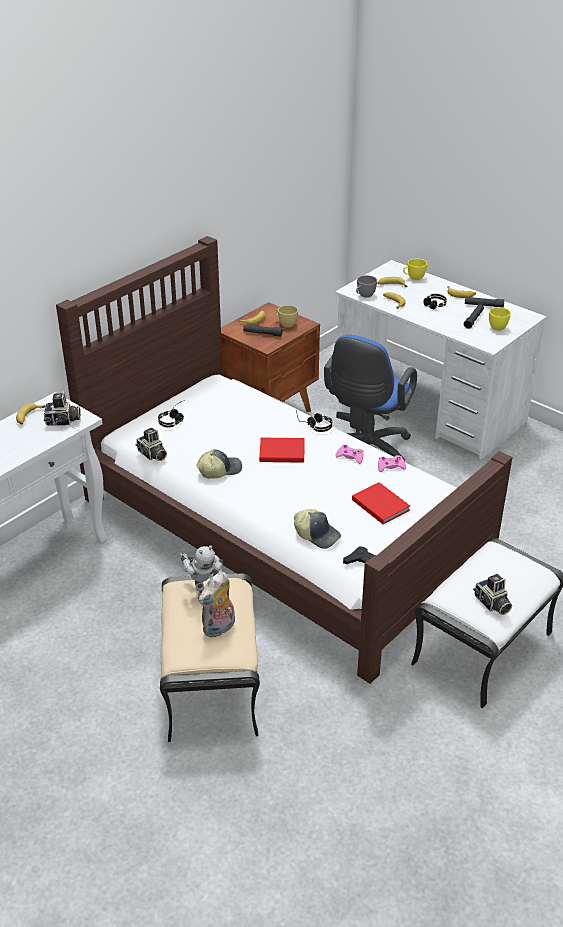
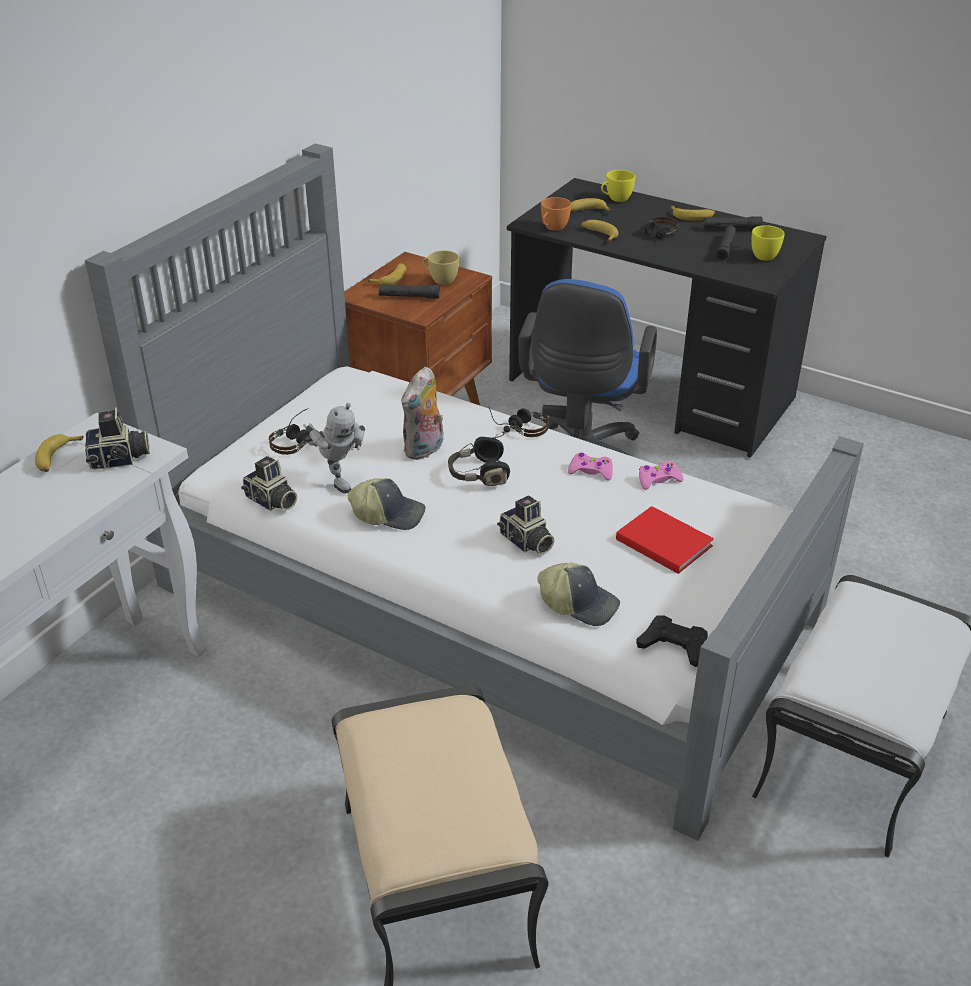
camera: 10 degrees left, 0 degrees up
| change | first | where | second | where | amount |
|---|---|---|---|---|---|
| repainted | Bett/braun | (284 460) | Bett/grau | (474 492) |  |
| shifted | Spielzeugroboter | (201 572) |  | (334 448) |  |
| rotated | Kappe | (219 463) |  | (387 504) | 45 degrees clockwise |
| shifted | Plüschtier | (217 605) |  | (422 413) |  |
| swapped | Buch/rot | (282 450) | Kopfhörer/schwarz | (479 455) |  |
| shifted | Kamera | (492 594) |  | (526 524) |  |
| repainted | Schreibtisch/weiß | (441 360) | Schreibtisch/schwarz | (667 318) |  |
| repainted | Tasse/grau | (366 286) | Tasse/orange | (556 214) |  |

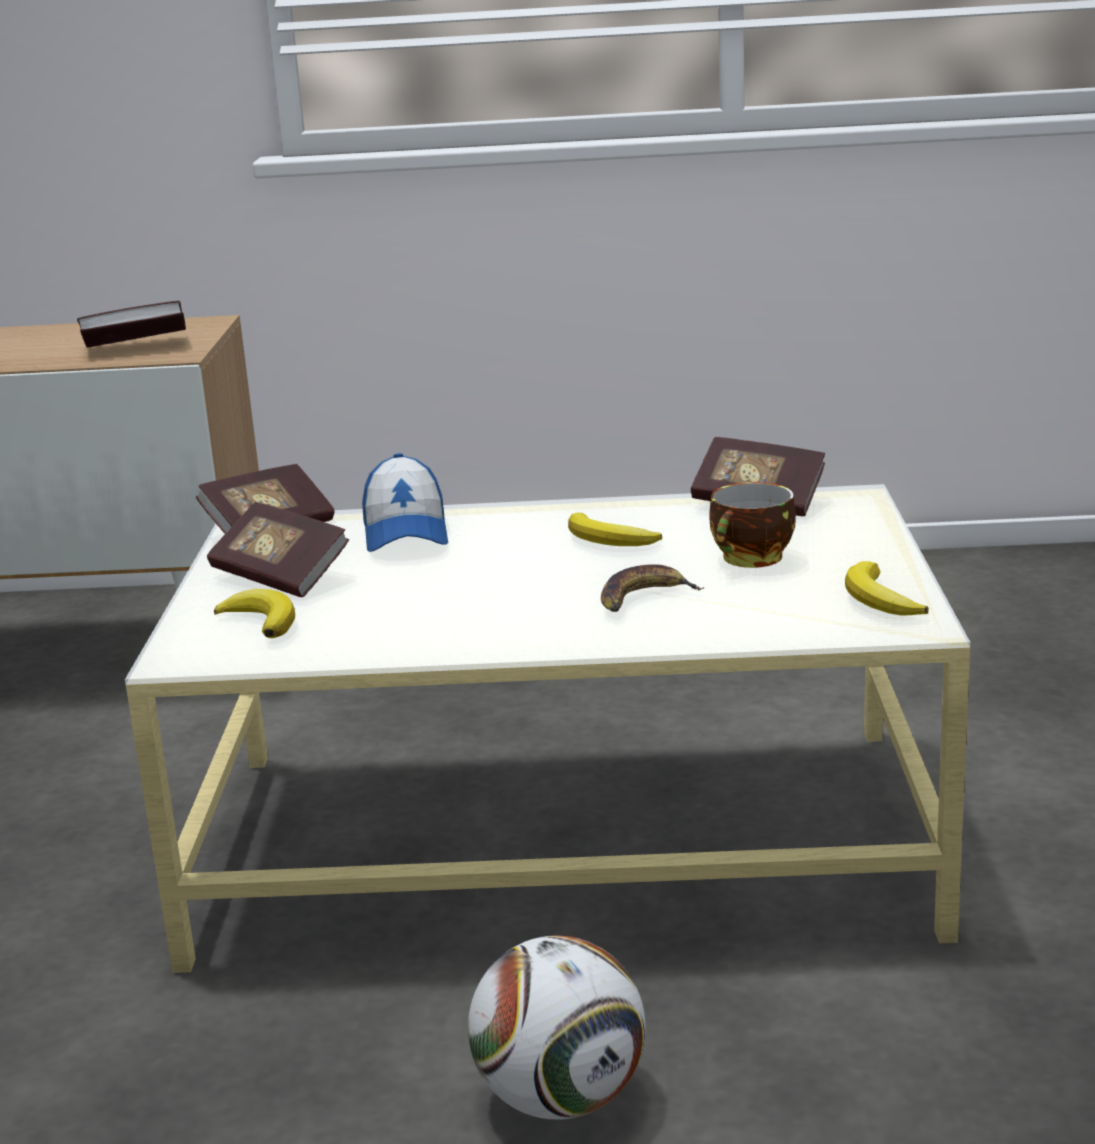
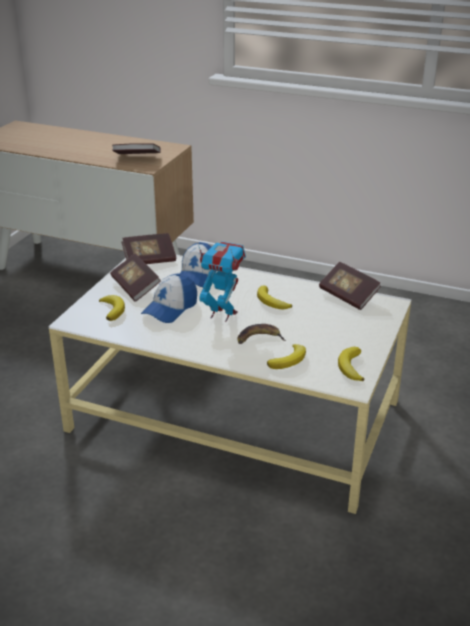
camera: 20 degrees right, 10 degrees up
| change | first | where | second | where | amount |
|---|---|---|---|---|---|
| new |  |  | Kappe | (169 298) |  |
| new |  |  | Spielzeugroboter | (221 281) |  |
| new |  |  | Banane | (286 356) |  |
| gone | Fußball | (557 1027) |  |  |  |
| gone | Tasse | (752 525) |  |  |  |

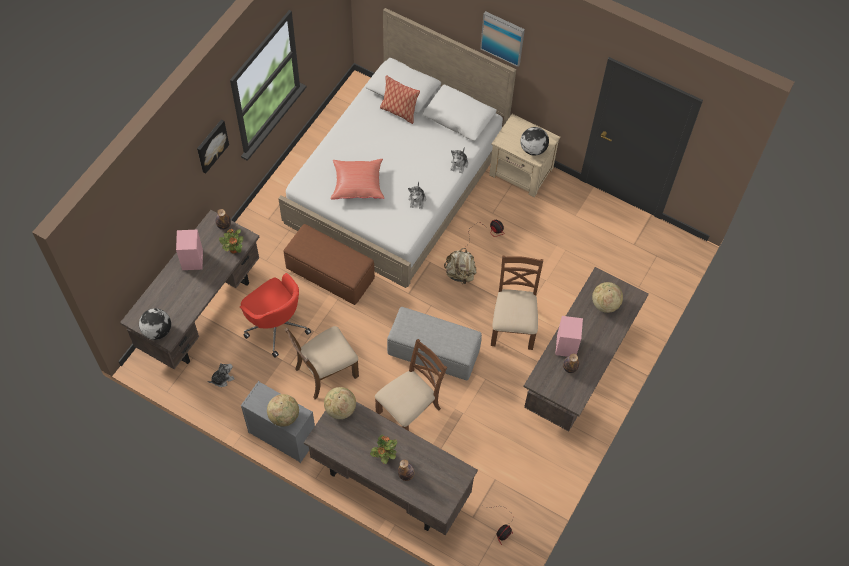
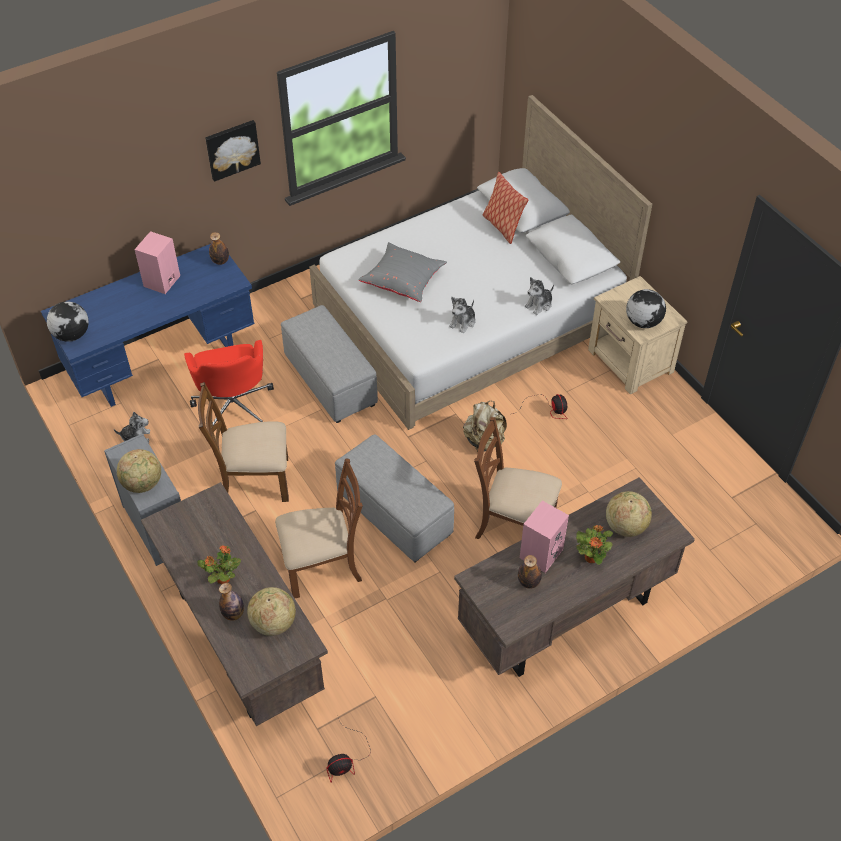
camera: 30 degrees right, 10 degrees down
| change | first | where | second | where | amount |
|---|---|---|---|---|---|
| repainted | Schreibtisch/braun | (190 289) | Schreibtisch/blau | (147 325) |  |
| shifted | Globus | (340 403) |  | (271 611) |  |
| repainted | Polsterhocker/braun | (329 264) | Polsterhocker/grau | (329 364) |  |
| repainted | Kissen/rot | (357 179) | Kissen/grau | (402 272) |  |
| rotated | Stuhl/braun | (517 303) |  | (518 478) | 105 degrees counterclockwise |
| shifted | Topfpflanze | (231 241) |  | (594 545) |  |
| gone | Bild | (502 39) |  |  |  |

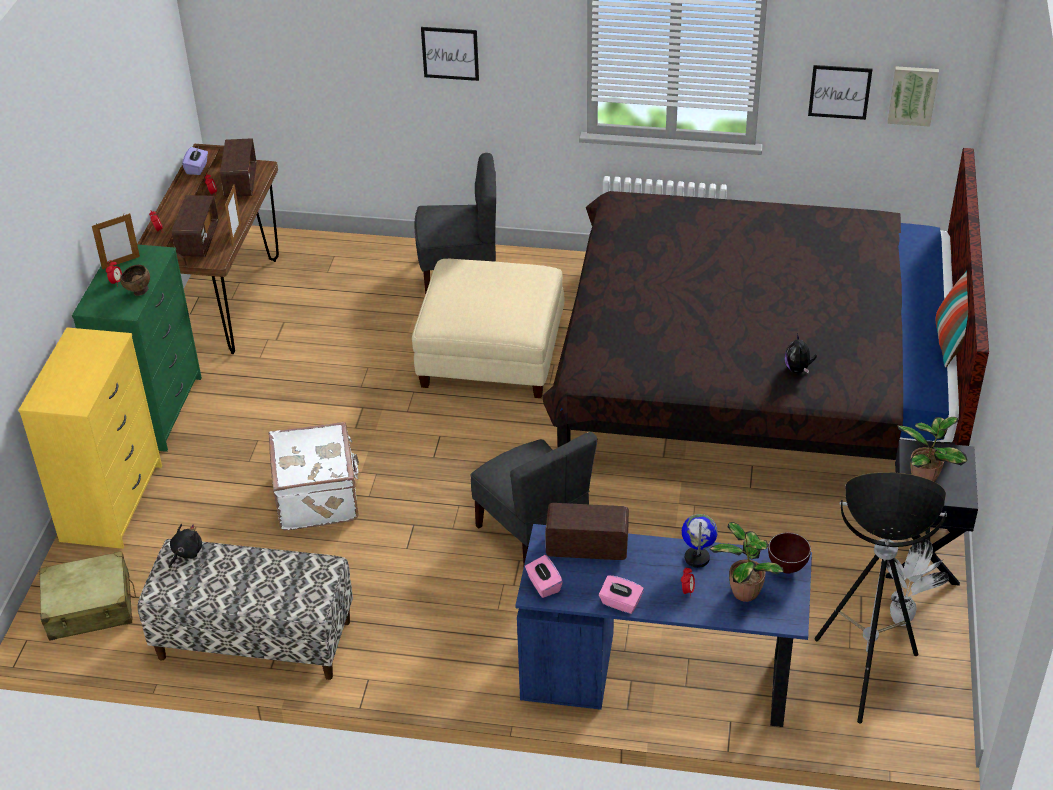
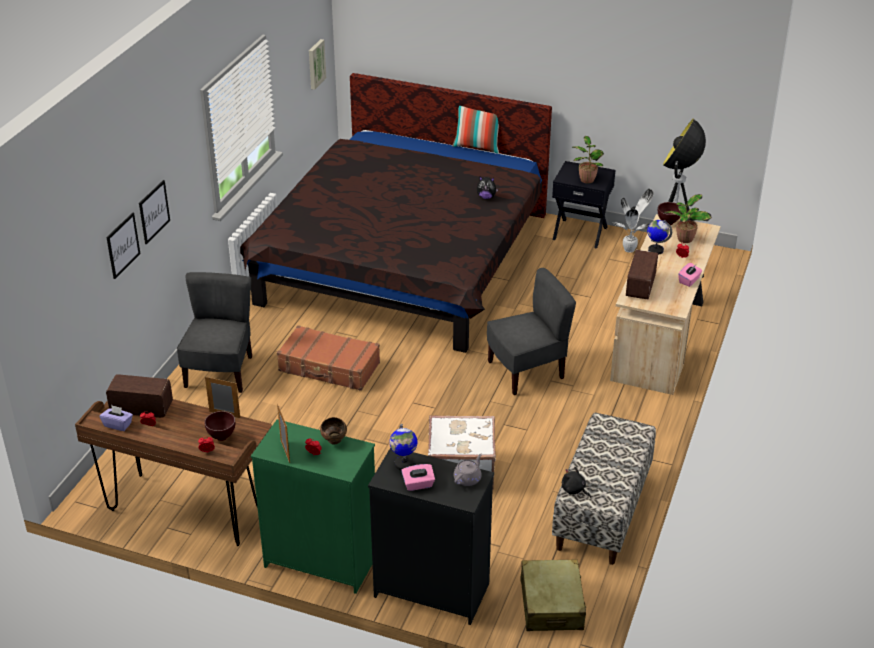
camera: 80 degrees left, 5 degrees down
| change | first | where | second | where | amount |
|---|---|---|---|---|---|
| shifted | Bild | (840 92) |  | (123 246) |  |
| swapped | Radio | (195 226) | Schüssel/braun | (219 426) |  |
| swapped | Polsterhocker/beige | (488 328) | Koffer/braun | (328 358) |  |
| repainted | Kommode/gelb | (90 438) | Kommode/schwarz | (431 536) |  |
| new |  |  | Globus | (403 447) |  |
| shifted | Taschentuchbox/rosa | (544 576) |  | (418 477) |  |
| new |  |  | Teekanne/grau | (468 470) |  |
| repainted | Schreibtisch/blau | (663 625) | Schreibtisch/beige | (665 304) |  |

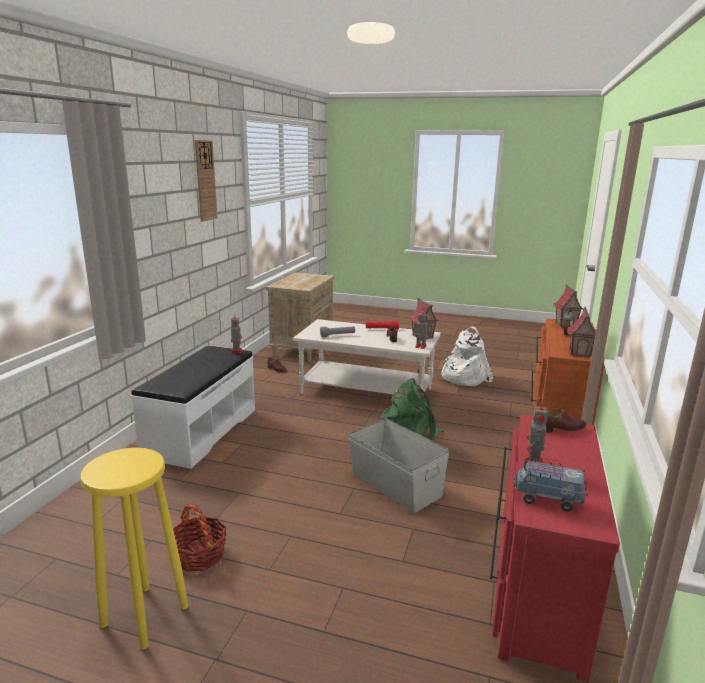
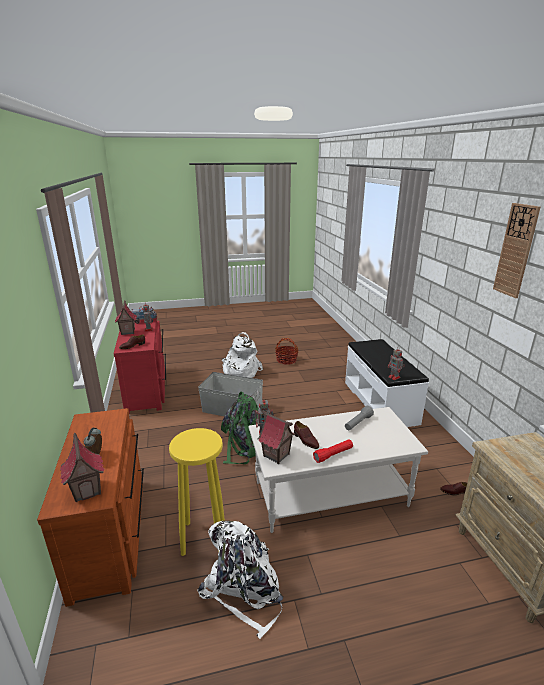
camera: 150 degrees right, 5 degrees up
| change | first | where | second | where | amount |
|---|---|---|---|---|---|
| shifted | Spielzeughaus | (581 332) |  | (126 317) |  |
| shifted | Hocker/gelb | (134 548) |  | (197 492) |  |
| new |  |  | Rucksack/weiß | (242 355) |  |

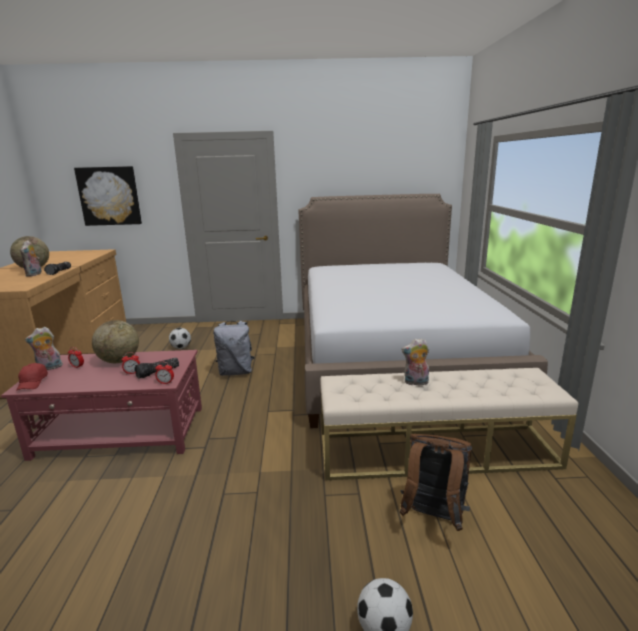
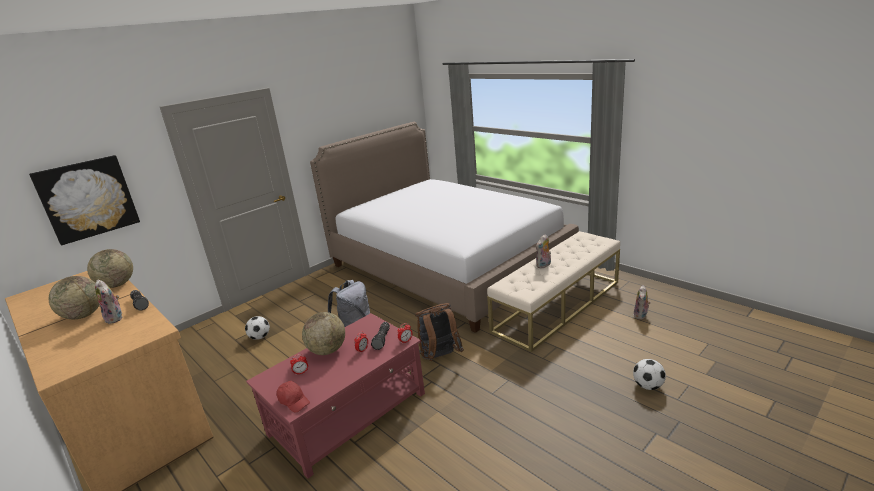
camera: 40 degrees left, 5 degrees up
| change | first | where | second | where | amount |
|---|---|---|---|---|---|
| new |  |  | Globus | (110 268) |  |
| shifted | Rucksack/braun | (436 482) |  | (439 332) |  |
| shifted | Plüschtier | (44 348) |  | (642 302) |  |

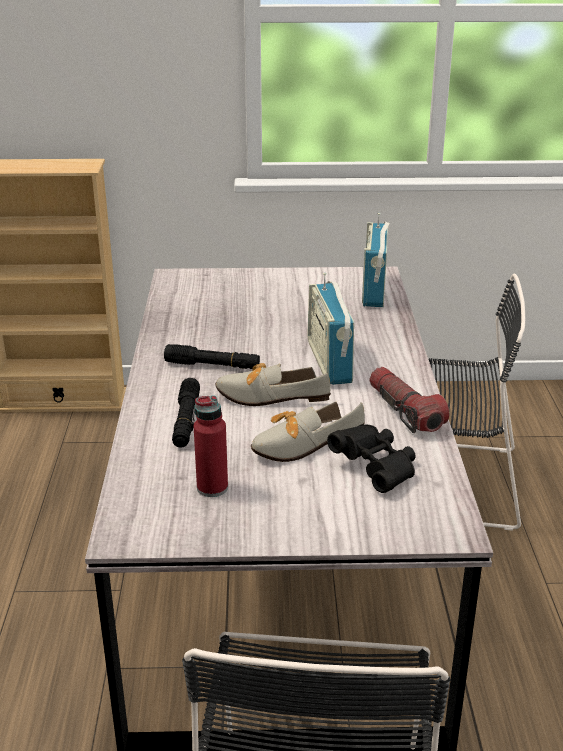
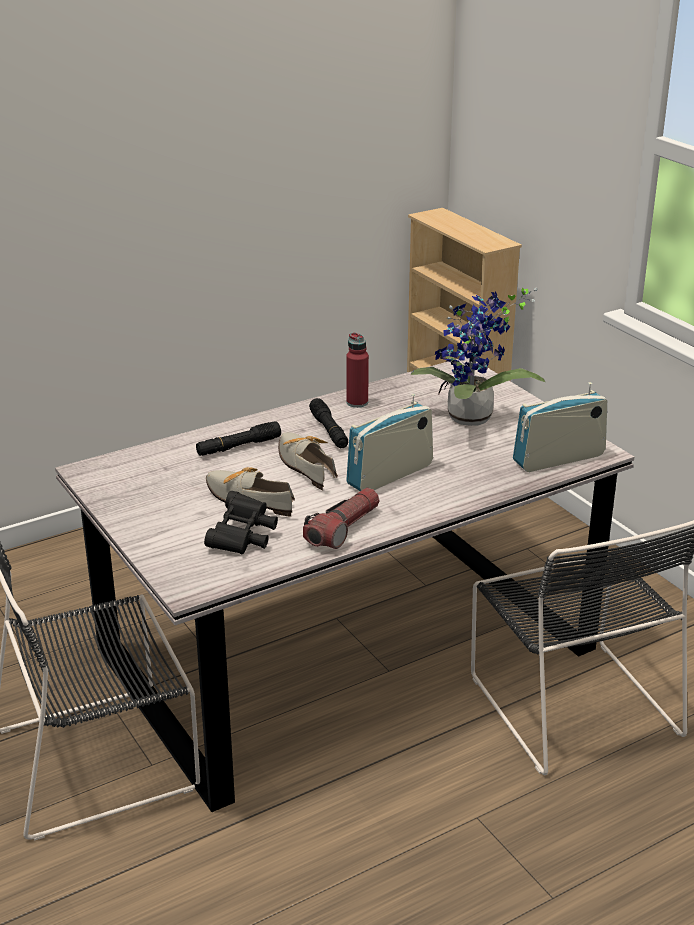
camera: 60 degrees right, 0 degrees up
| change | first | where | second | where | amount |
|---|---|---|---|---|---|
| shifted | Flasche/rot | (211 446) |  | (357 370) |  |
| new |  |  | Topfpflanze | (478 356) |  |

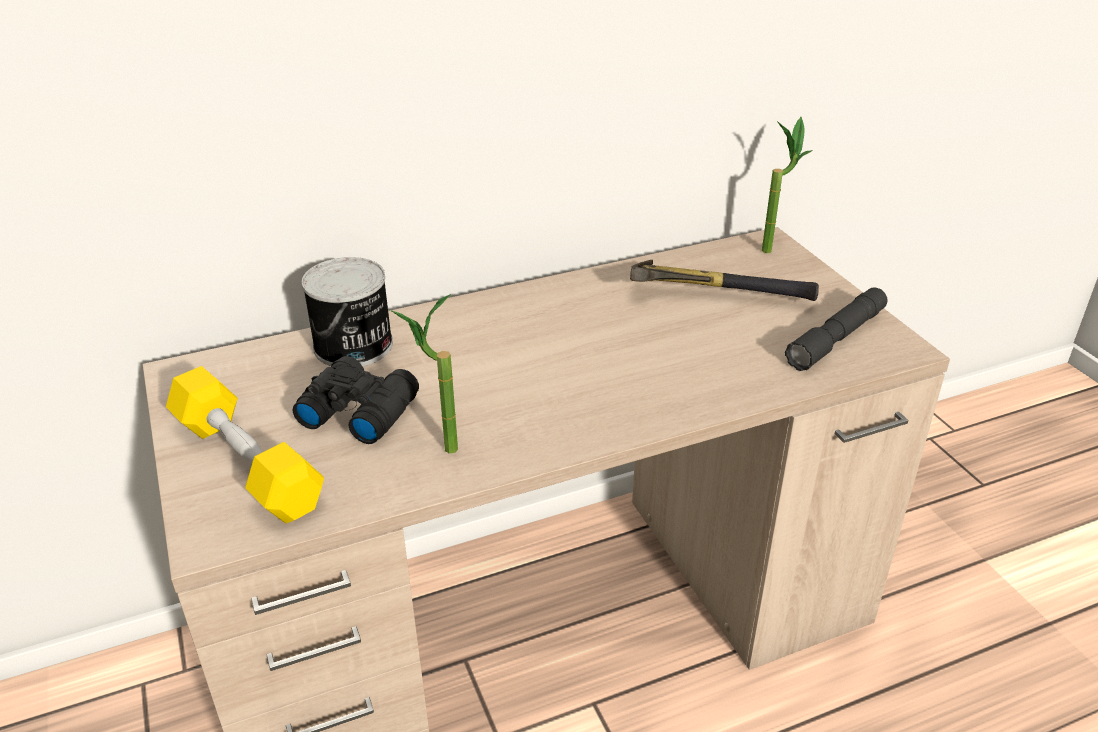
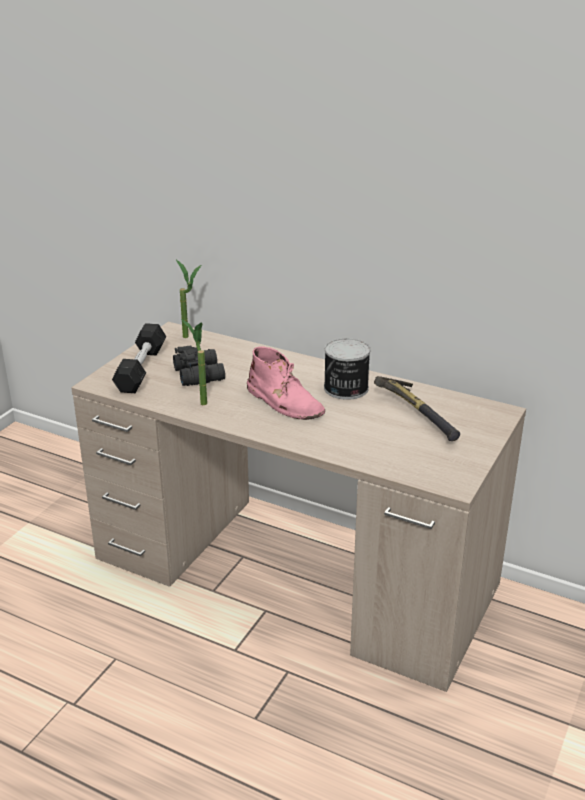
camera: 50 degrees right, 5 degrees down
| change | first | where | second | where | amount |
|---|---|---|---|---|---|
| repainted | Hantel/gelb | (245 444) | Hantel/schwarz | (139 358) |  |
| shifted | Topfpflanze | (787 185) |  | (188 299) |  |
| new |  |  | Stiefel/rosa | (286 383) |  |
| shifted | Dose | (347 312) |  | (347 369) |  |
| gone | Taschenlampe/grau | (836 329) |  |  |  |

